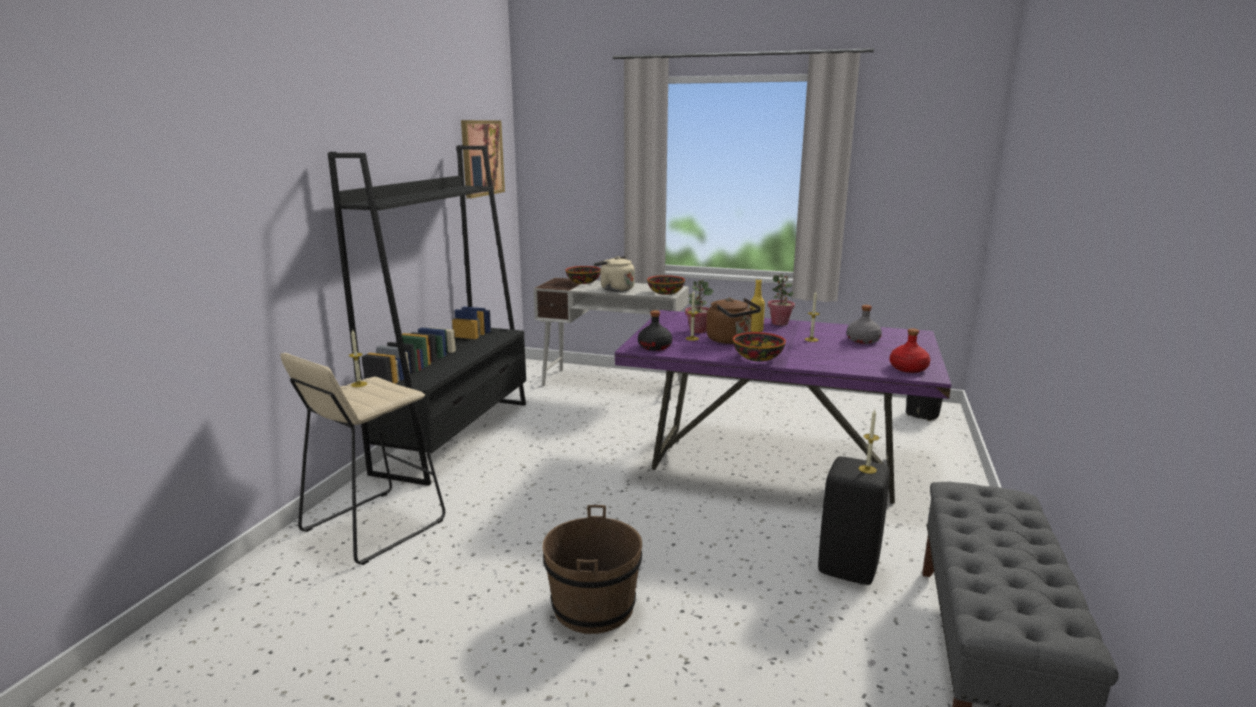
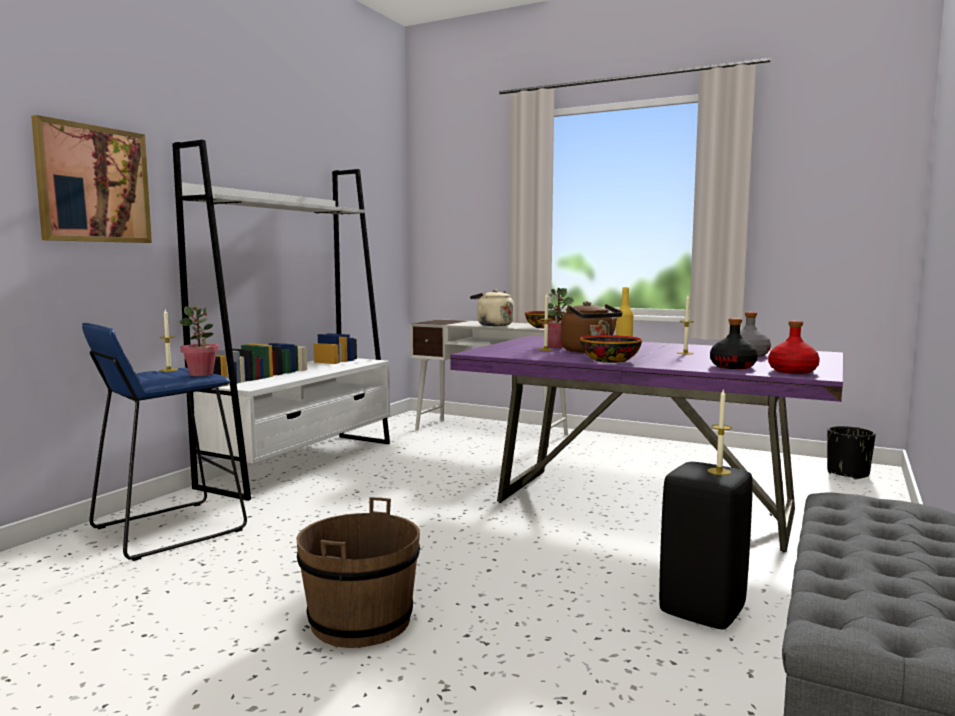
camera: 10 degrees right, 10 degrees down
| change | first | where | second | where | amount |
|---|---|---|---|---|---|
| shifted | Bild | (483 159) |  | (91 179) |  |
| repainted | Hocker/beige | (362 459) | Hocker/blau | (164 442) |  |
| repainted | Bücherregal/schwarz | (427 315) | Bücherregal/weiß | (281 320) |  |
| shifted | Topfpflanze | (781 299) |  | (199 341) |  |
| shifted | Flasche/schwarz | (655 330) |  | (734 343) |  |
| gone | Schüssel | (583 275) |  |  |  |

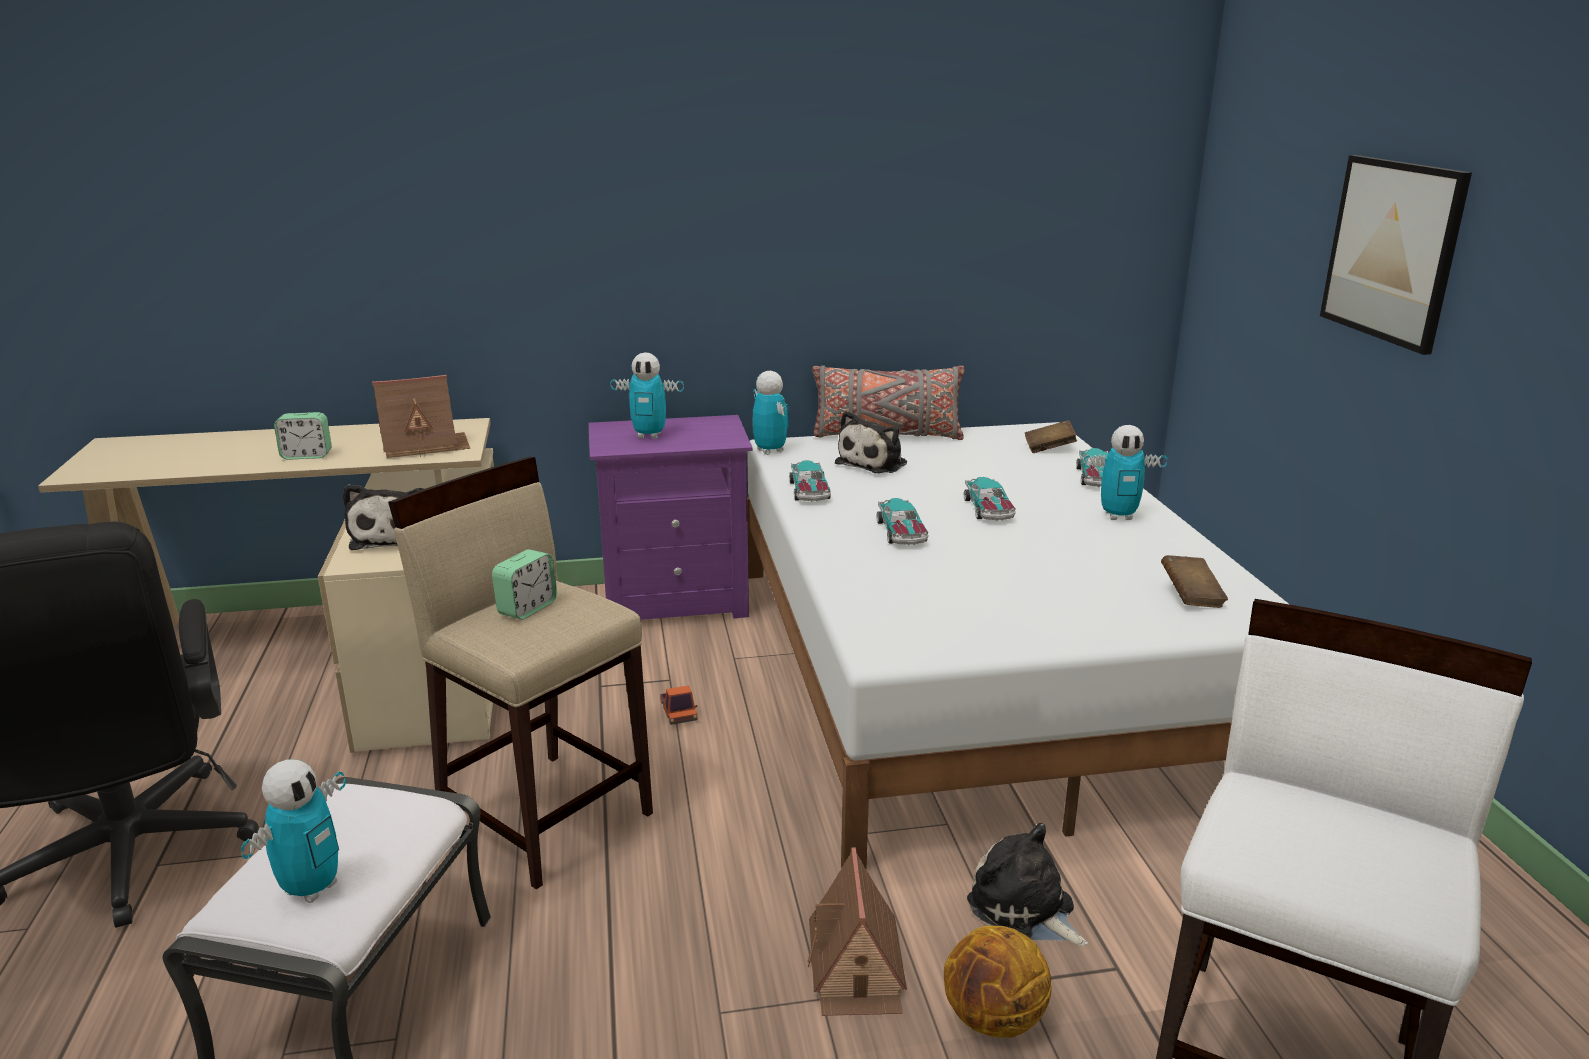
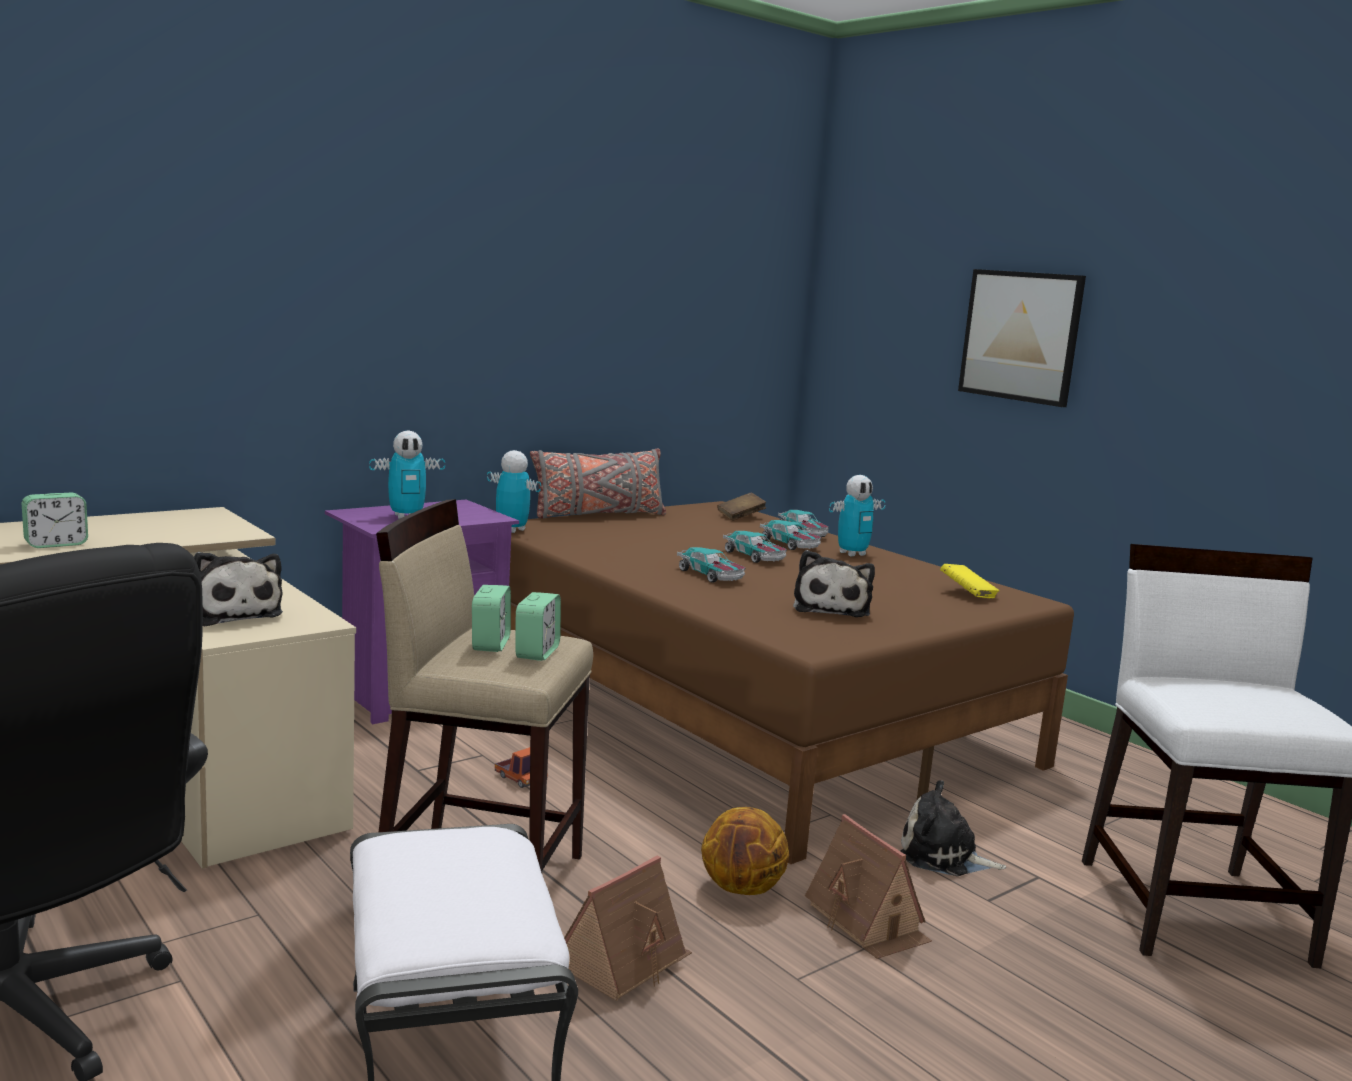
camera: 30 degrees left, 10 degrees down
| change | first | where | second | where | amount |
|---|---|---|---|---|---|
| repainted | Bett/weiß | (1018 646) | Bett/braun | (791 682) |  |
| new |  |  | Wecker | (538 626) |  |
| shifted | Spielzeughaus | (421 416) |  | (628 928) |  |
| shifted | Basketball | (998 982) |  | (745 851) |  |
| shifted | Spielzeugauto | (810 481) |  | (790 535) |  |
| shifted | Plüschtier | (871 442) |  | (834 583) |  |
| repainted | Buch/braun | (1194 581) | Buch/gelb | (969 581) |  |
| gone | Spielzeugroboter | (293 831) |  |  |  |

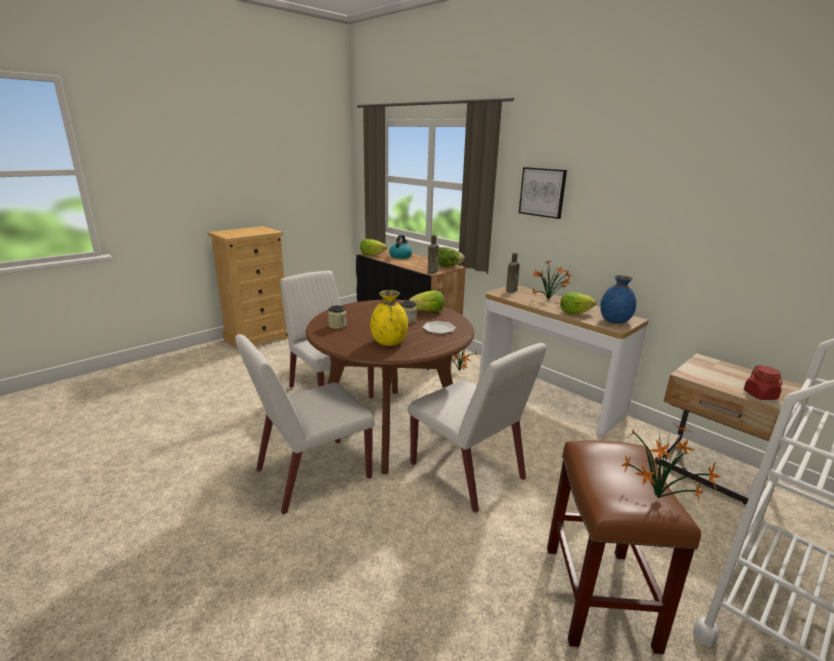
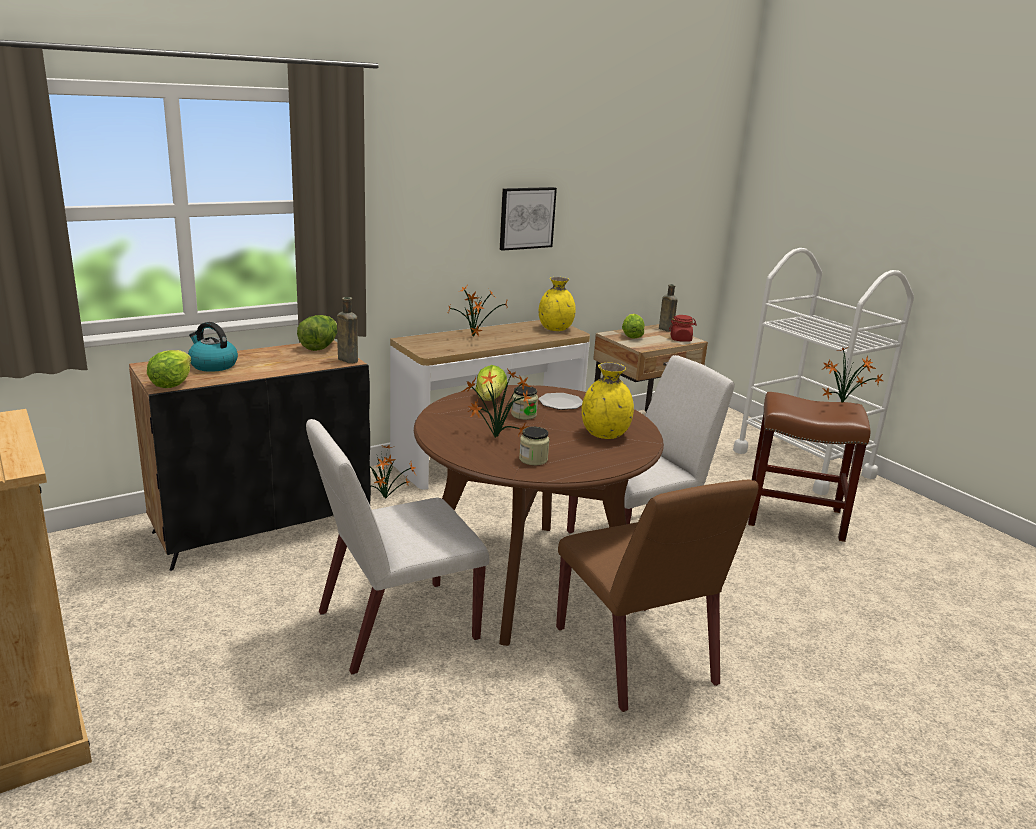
camera: 80 degrees left, 0 degrees up
| change | first | where | second | where | amount |
|---|---|---|---|---|---|
| new |  |  | Topfpflanze | (496 402) |  |
| shifted | Bild | (543 193) |  | (528 219) |  |
| repainted | Vase/blau | (618 299) | Vase/gelb | (557 304) |  |
| repainted | Stuhl/weiß | (305 424) | Stuhl/braun | (657 596) |  |
| shifted | Salatkopf | (578 303) |  | (633 326) |  |
| shifted | Flasche/braun | (513 273) |  | (668 308) |  |

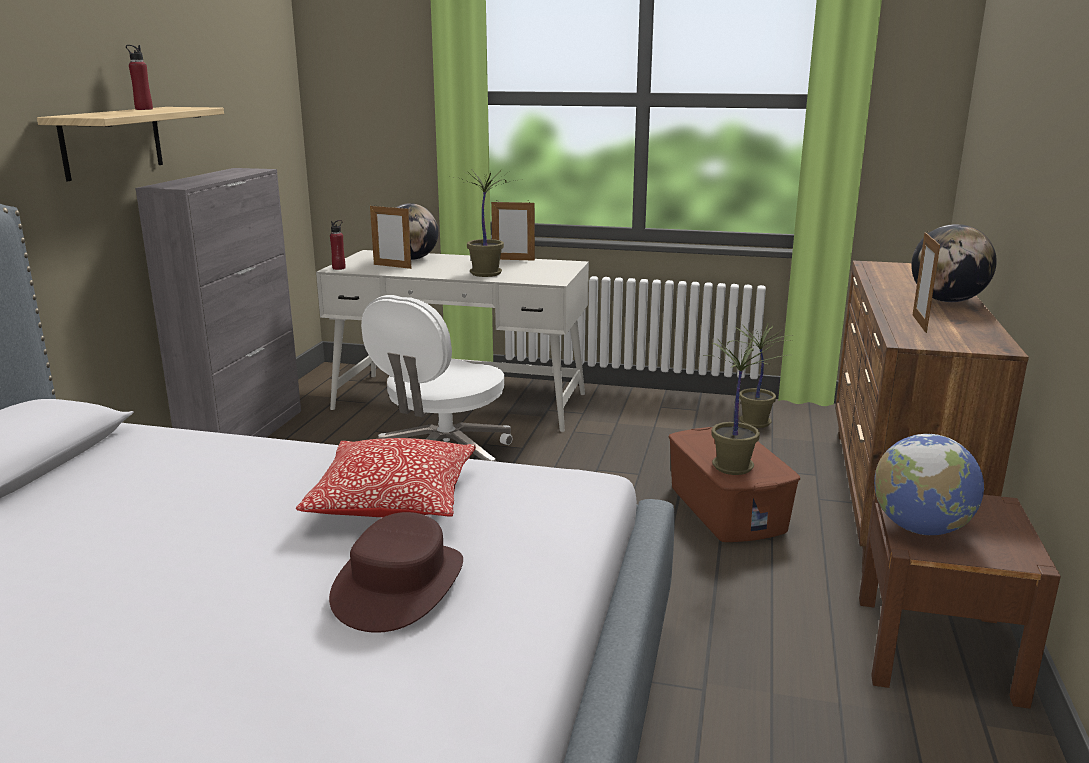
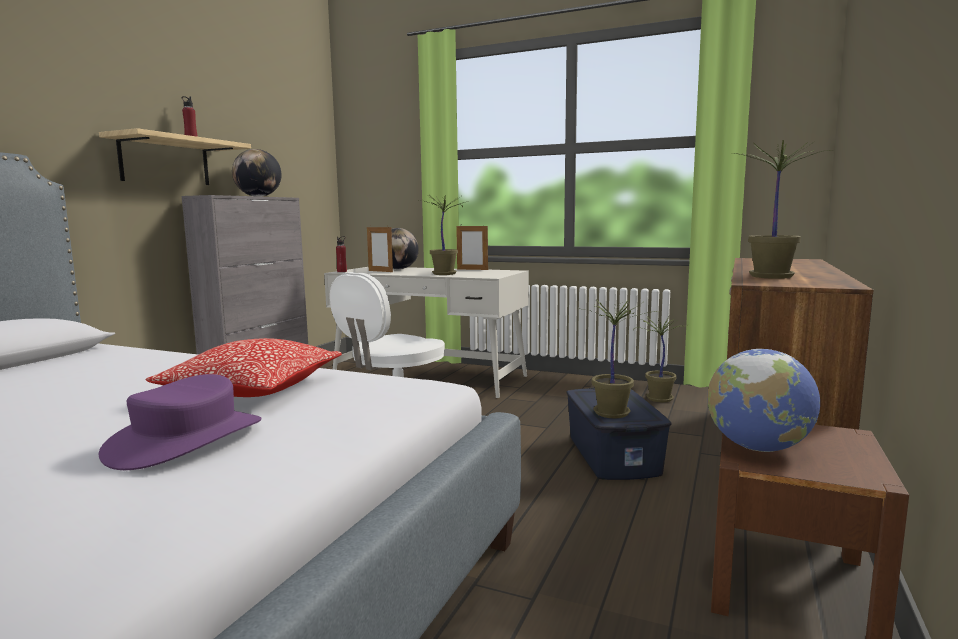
camera: 10 degrees right, 10 degrees down
| change | first | where | second | where | amount |
|---|---|---|---|---|---|
| repainted | Hut/braun | (396 572) | Hut/lila | (180 422) |  |
| shifted | Globus | (954 263) |  | (257 173) |  |
| repainted | Aufbewahrungsbox/braun | (734 484) | Aufbewahrungsbox/blau | (618 434) |  |
| swapped | Bilderrahmen | (926 282) | Topfpflanze | (781 209) |  |

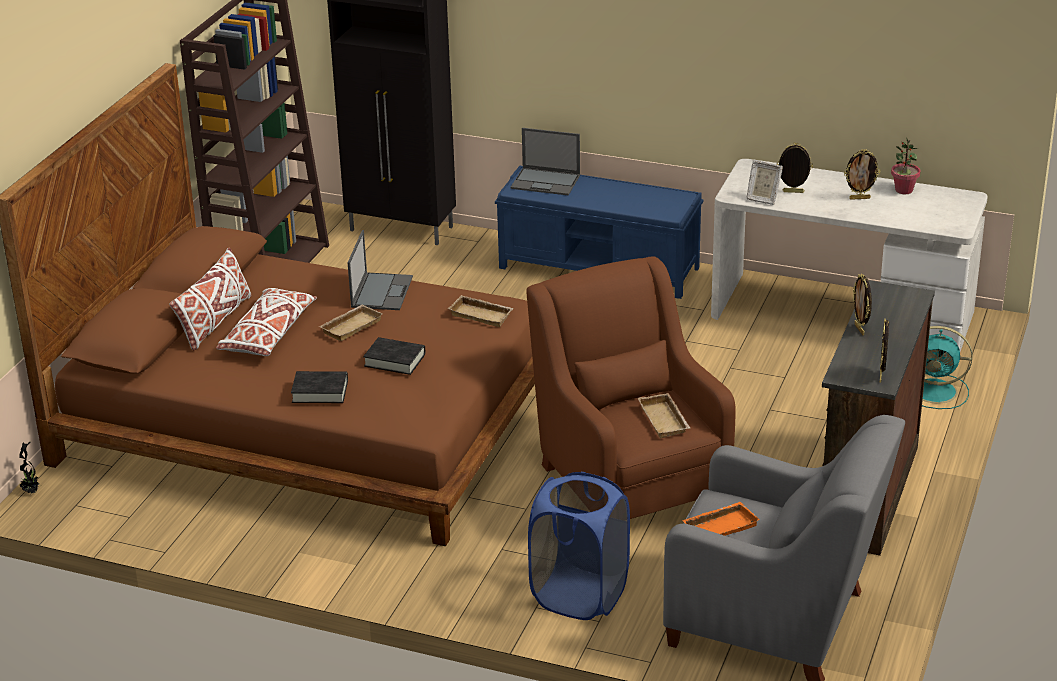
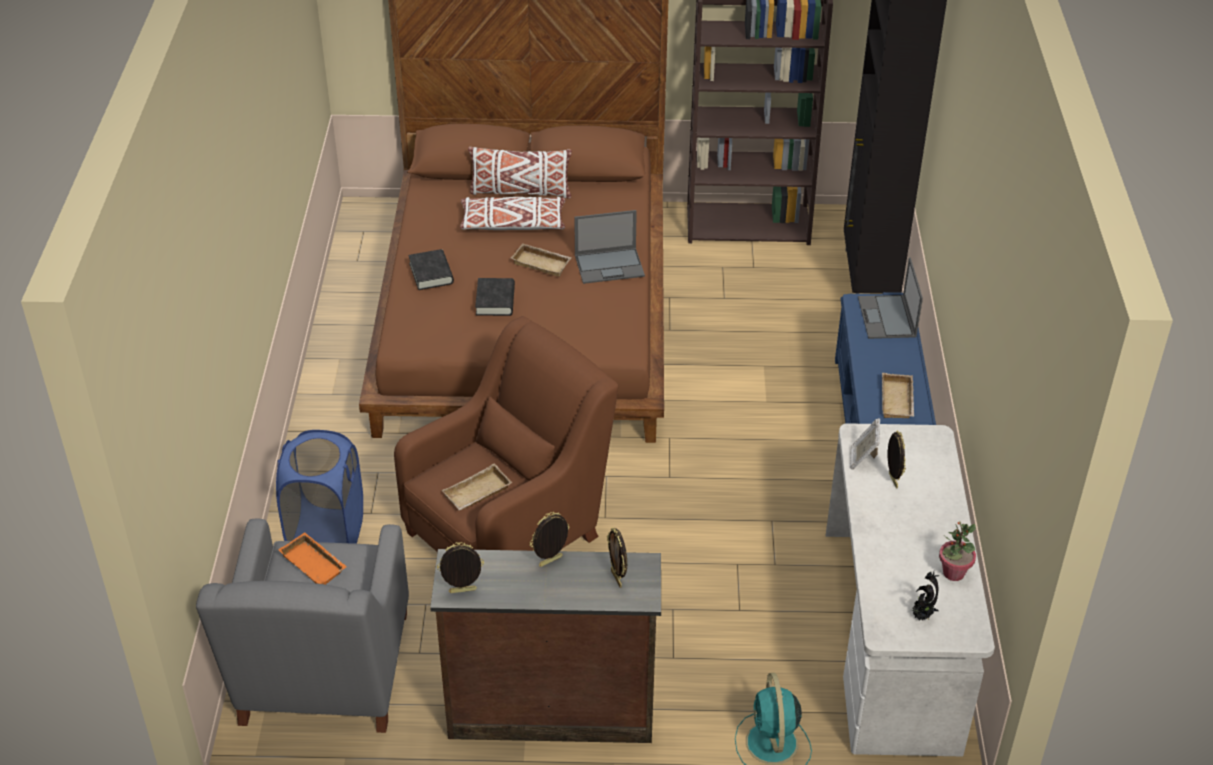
camera: 70 degrees right, 10 degrees up
| change | first | where | second | where | amount |
|---|---|---|---|---|---|
| shifted | Bilderrahmen | (862 174) |  | (617 557) |  |
| shifted | Tablett/beige | (481 311) |  | (898 395) |  |
| shifted | Topfpflanze | (29 467) |  | (926 595) |  |

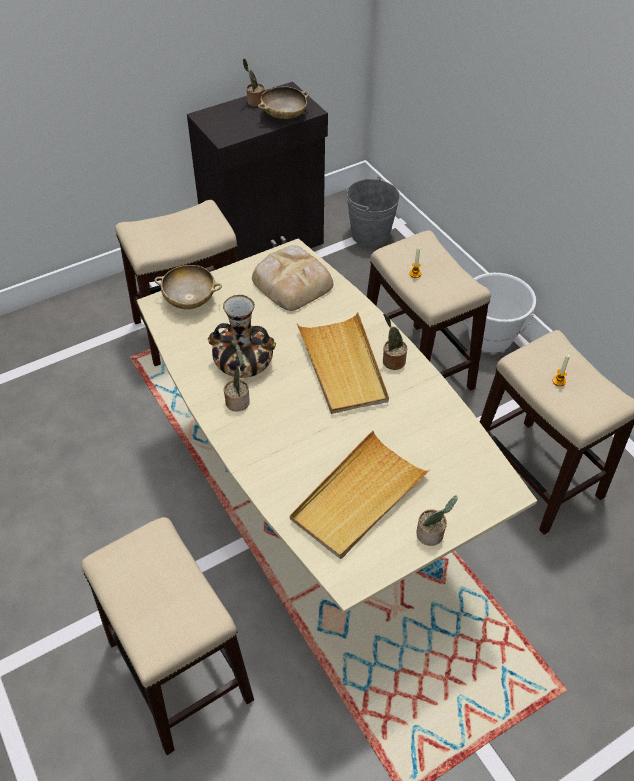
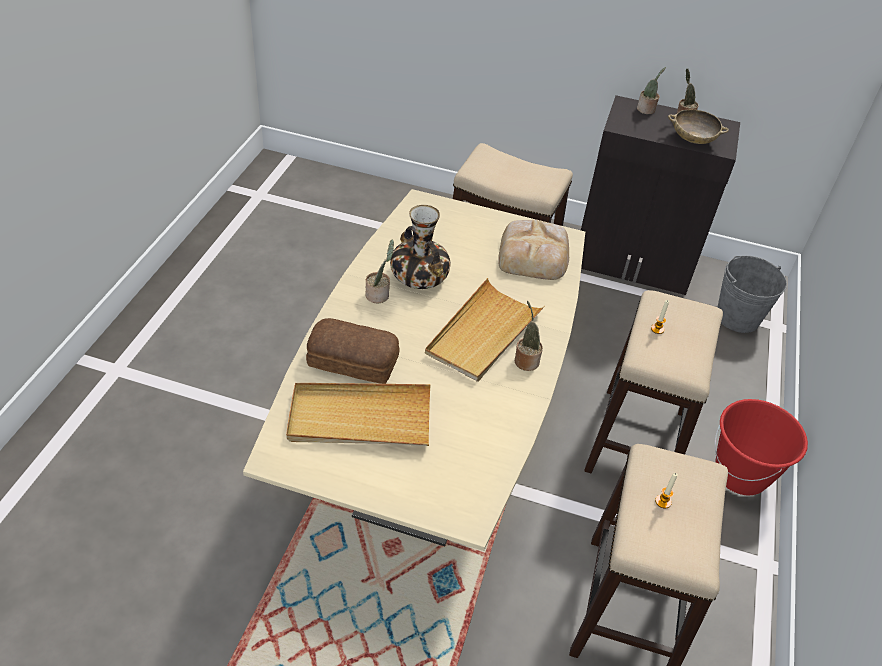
camera: 45 degrees right, 5 degrees down
| change | first | where | second | where | amount |
|---|---|---|---|---|---|
| new |  |  | Brot | (352 351) |  |
| shifted | Topfpflanze | (437 520) |  | (651 90) |  |
| repainted | Eimer/weiß | (500 313) | Eimer/rot | (761 447) |  |
| gone | Hocker | (167 636) |  |  |  |
| gone | Schüssel/beige | (188 287) |  |  |  |

